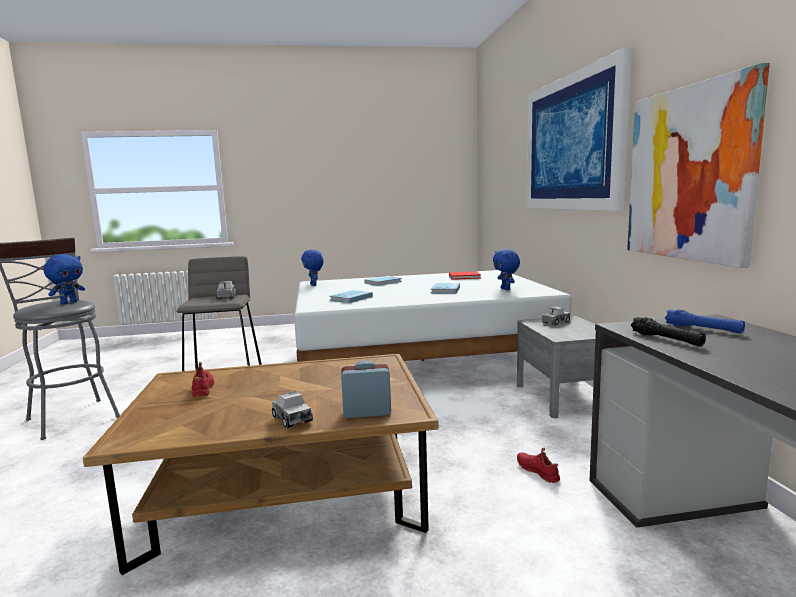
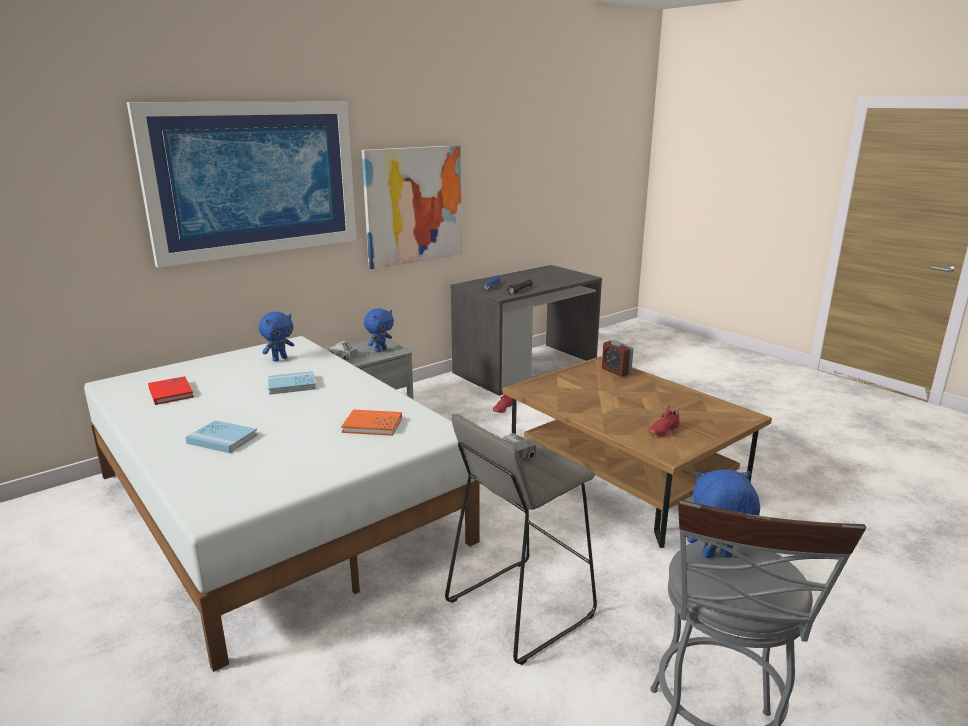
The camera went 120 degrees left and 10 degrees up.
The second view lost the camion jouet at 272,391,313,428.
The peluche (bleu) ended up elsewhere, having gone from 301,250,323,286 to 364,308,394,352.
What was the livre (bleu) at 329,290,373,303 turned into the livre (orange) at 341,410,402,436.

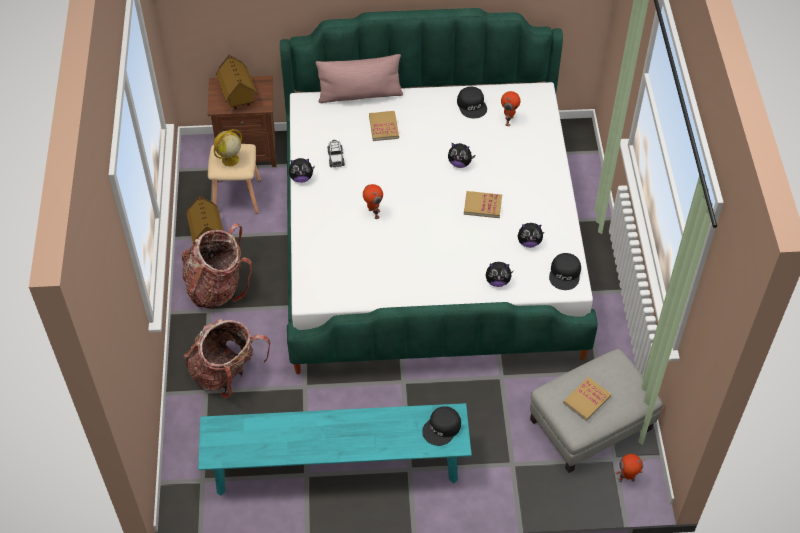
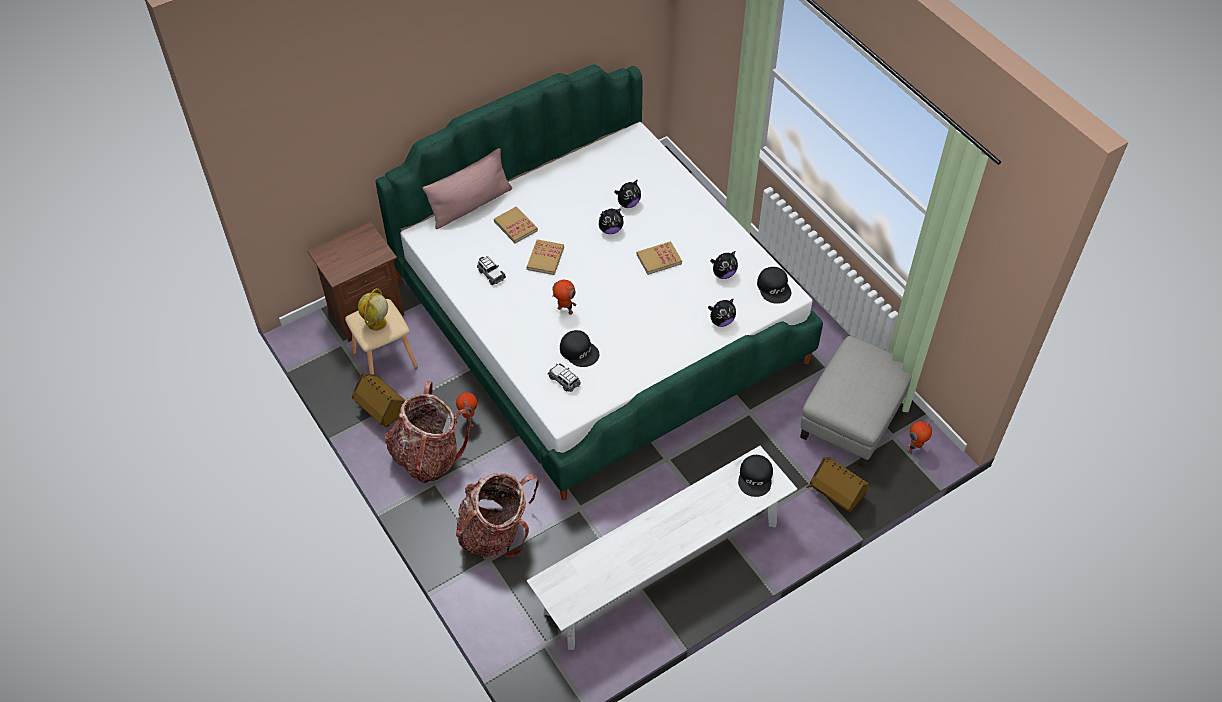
The camera went 30 degrees left and 0 degrees up.
The second view gained the petite voiture at 547,363,581,392.
The maison miniature ended up elsewhere, having gone from 216,55,258,109 to 807,457,871,512.
The peluche ended up elsewhere, having gone from 289,158,315,183 to 614,179,641,208.
The casquette (noir) ended up elsewhere, having gone from 457,87,487,118 to 560,330,599,367.
The robot jouet ended up elsewhere, having gone from 501,91,520,126 to 456,392,477,427.
The livre ended up elsewhere, having gone from 563,377,611,421 to 527,239,564,275.
What was the banc (turquoise) at 198,403,472,496 turned into the banc (blanc) at 527,446,797,650.

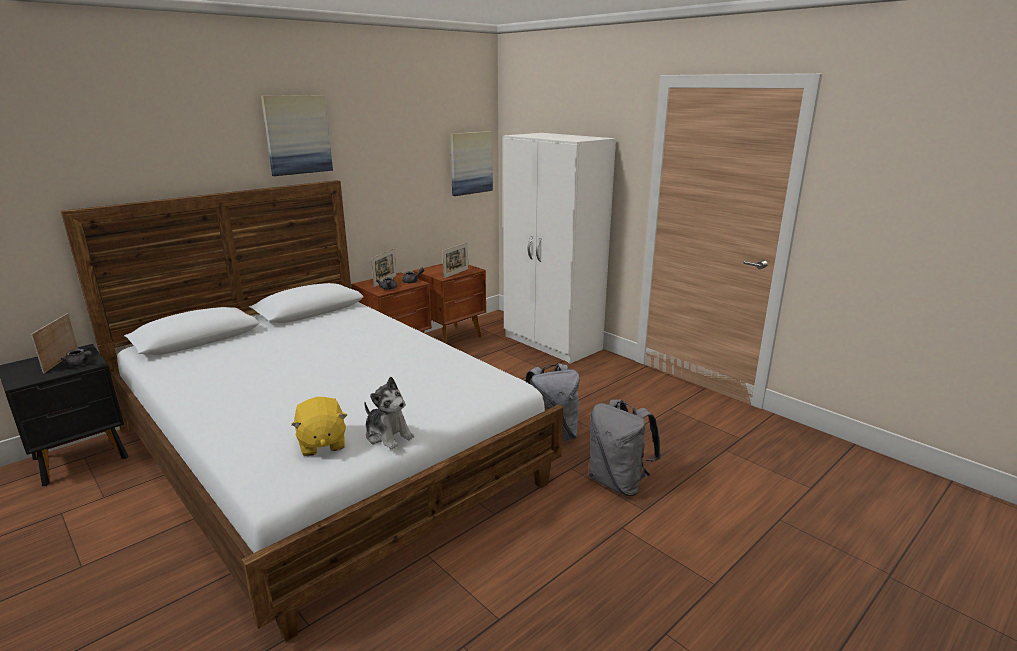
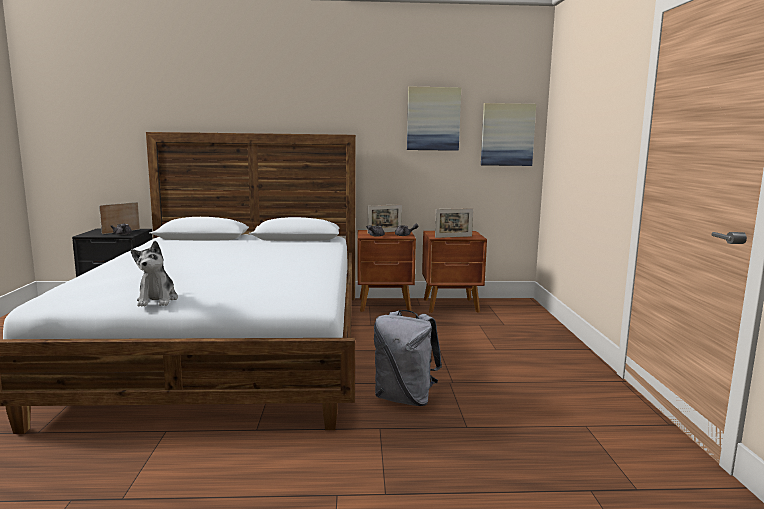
The camera went 40 degrees right and 10 degrees down.
The second view lost the peluche (jaune) at 291,397,347,456.
The second view lost the armoire (blanc) at 503,133,616,364.
The second view lost the sac à dos (gris) at 589,399,661,496.
The tableau ended up elsewhere, having gone from 261,95,333,176 to 407,87,461,151.

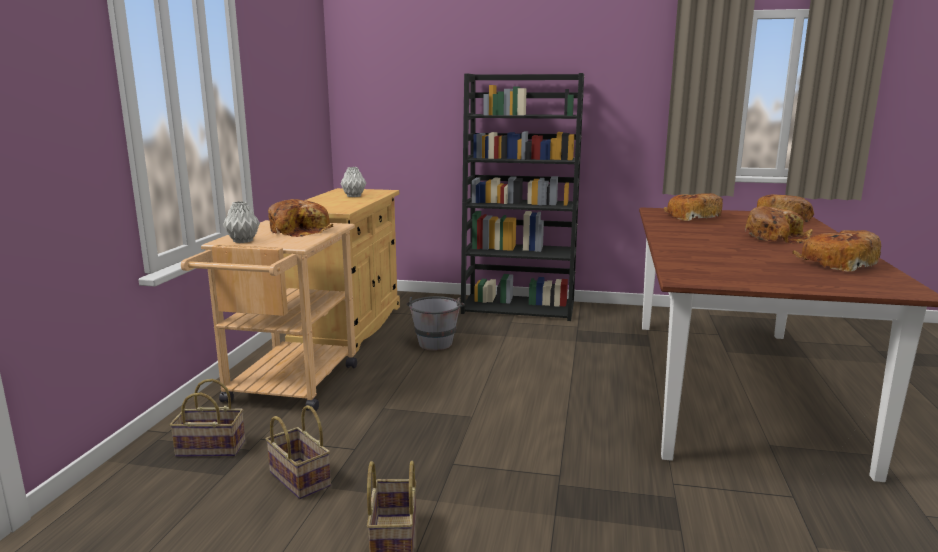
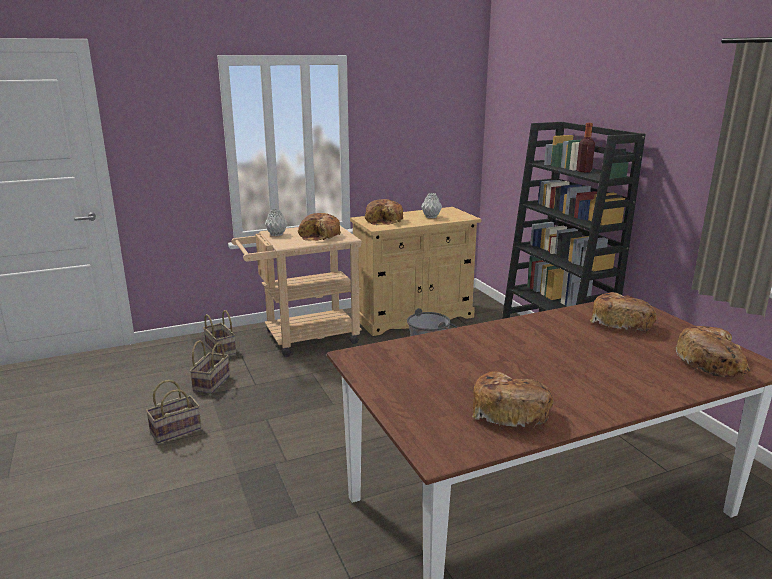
The camera went 55 degrees right and 5 degrees up.
The second view gained the bouteille at 576,123,595,173.
The pain ended up elsewhere, having gone from 745,206,813,244 to 365,199,403,225.

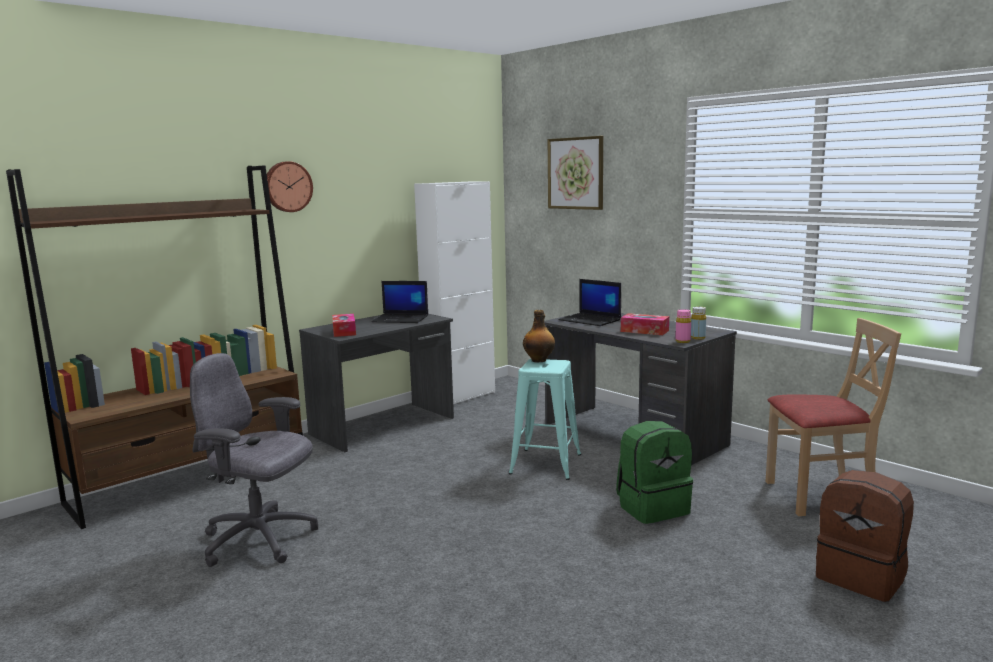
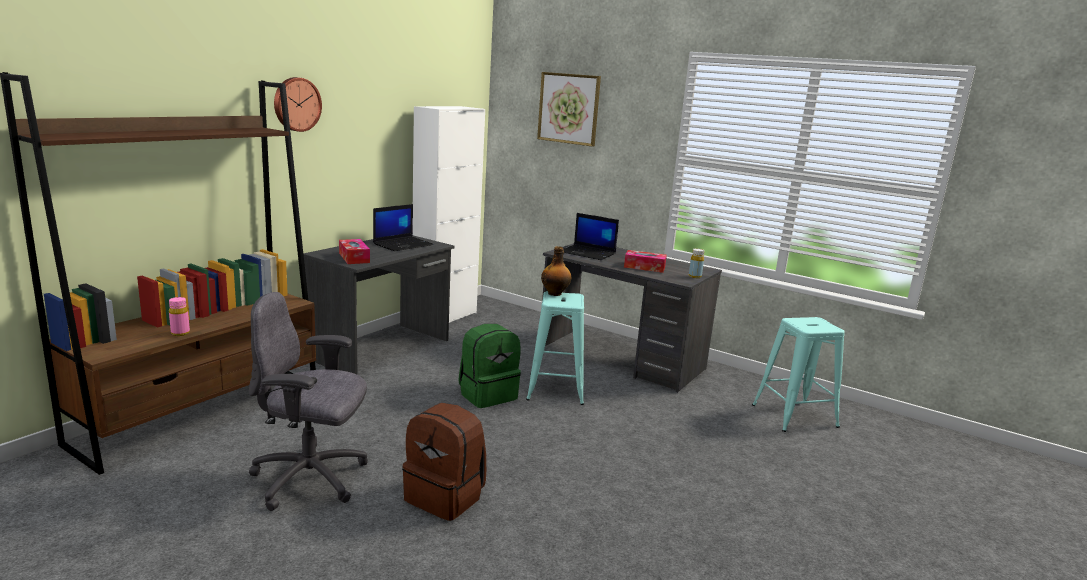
The camera went 15 degrees left and 5 degrees up.
The sac à dos (vert) ended up elsewhere, having gone from 616,421,693,524 to 459,324,521,408.
The bouteille (rose) ended up elsewhere, having gone from 675,309,691,343 to 169,297,190,336.
The sac à dos (marron) ended up elsewhere, having gone from 816,470,914,602 to 402,403,486,521.
Where the chaise (beige) stood at 766,318,901,516, the tabouret (turquoise) came to stand at 752,317,845,432.
The ordinateur portable at 372,281,428,323 ended up facing another way, 45 degrees counterclockwise from before.

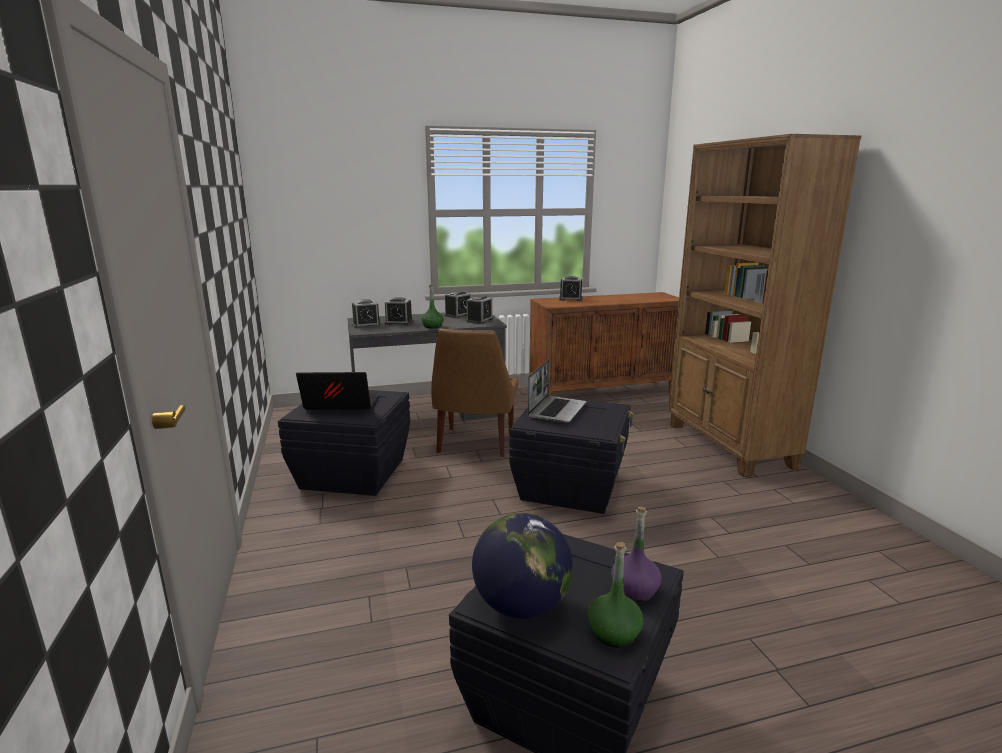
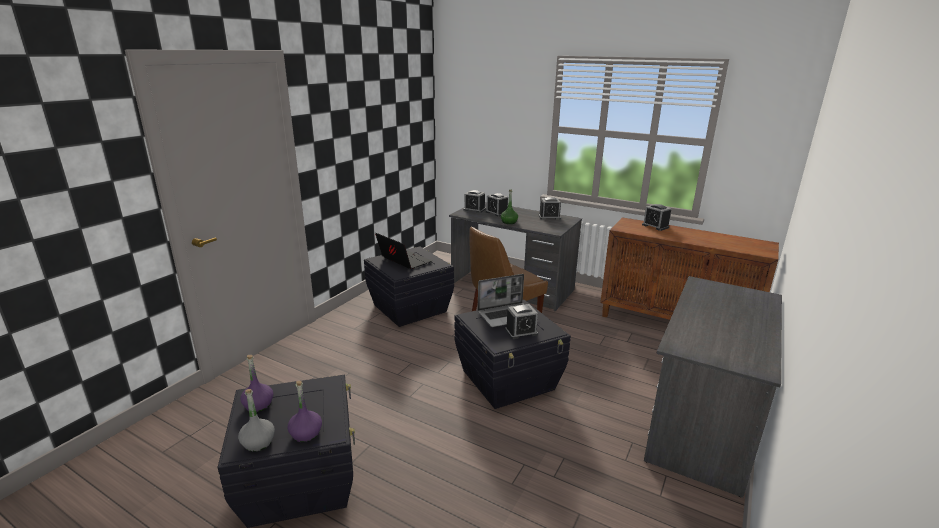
The camera went 45 degrees right and 5 degrees up.
The réveil ended up elsewhere, having gone from 467,296,493,324 to 505,304,538,339.
Where the globe stood at 472,513,573,619, the bouteille (violet) came to stand at 240,355,273,412.
Where the bibliothèque (marron) stood at 668,134,861,477, the bureau (gris) came to stand at 644,276,782,498.
What was the bouteille (vert) at 588,542,644,648 turned into the bouteille (gris) at 238,389,275,452.

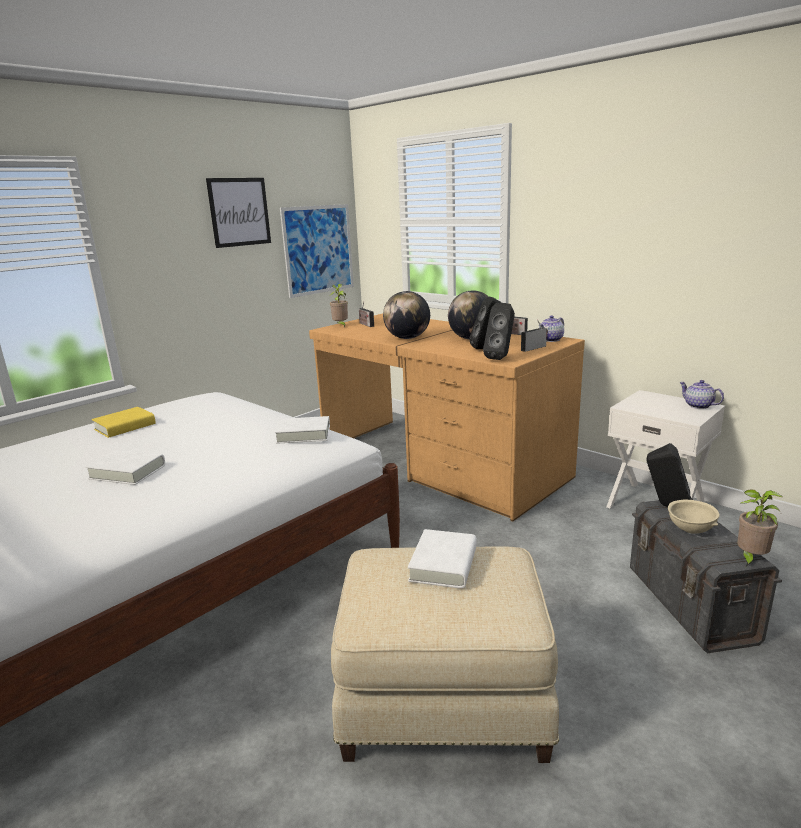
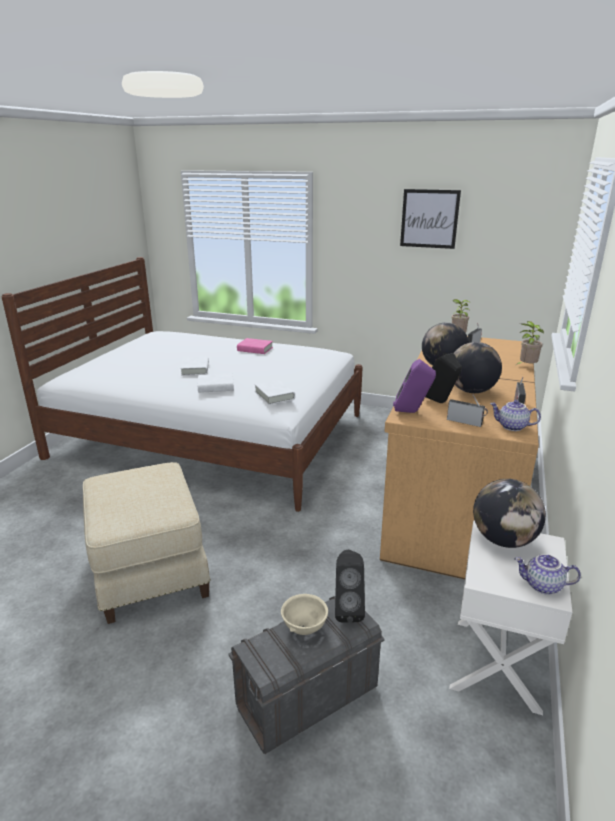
The camera went 65 degrees right and 5 degrees up.
The second view lost the tableau at 280,204,354,298.
The second view gained the globe at 473,479,546,548.
The livre (blanc) ended up elsewhere, having gone from 408,529,477,589 to 197,373,234,393.
The plante en pot ended up elsewhere, having gone from 737,489,784,566 to 516,321,544,365.
What was the livre (jaune) at 92,407,156,438 turned into the livre (rose) at 237,338,273,354.
What was the enceinte (noir) at 483,303,515,360 turned into the enceinte (violet) at 393,359,436,413.
The théière at 679,380,724,409 ended up facing another way, 105 degrees counterclockwise from before.

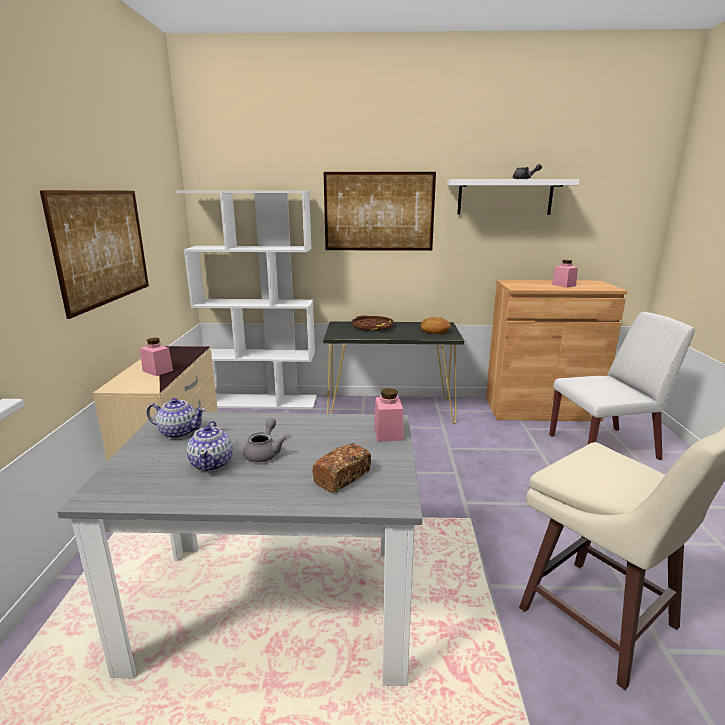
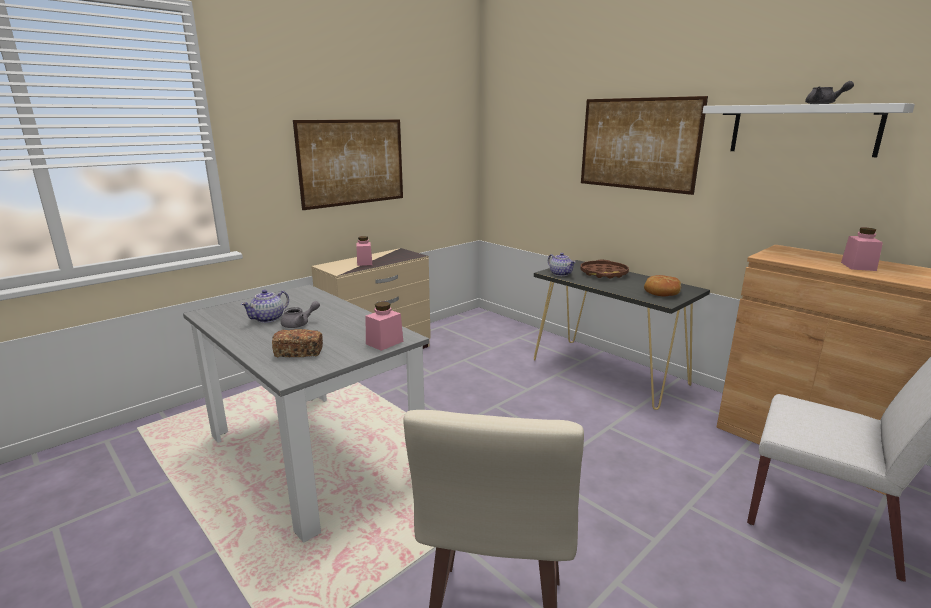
The camera went 45 degrees right and 0 degrees up.
The second view lost the bibliothèque (blanc) at 177,191,317,409.
The théière ended up elsewhere, having gone from 147,398,206,439 to 548,253,576,276.

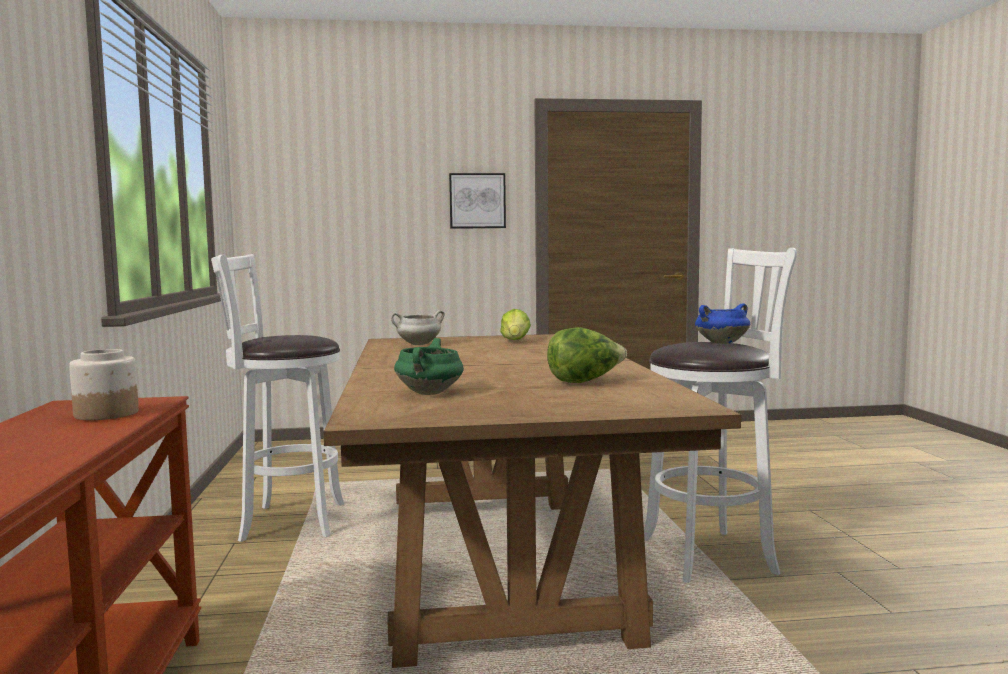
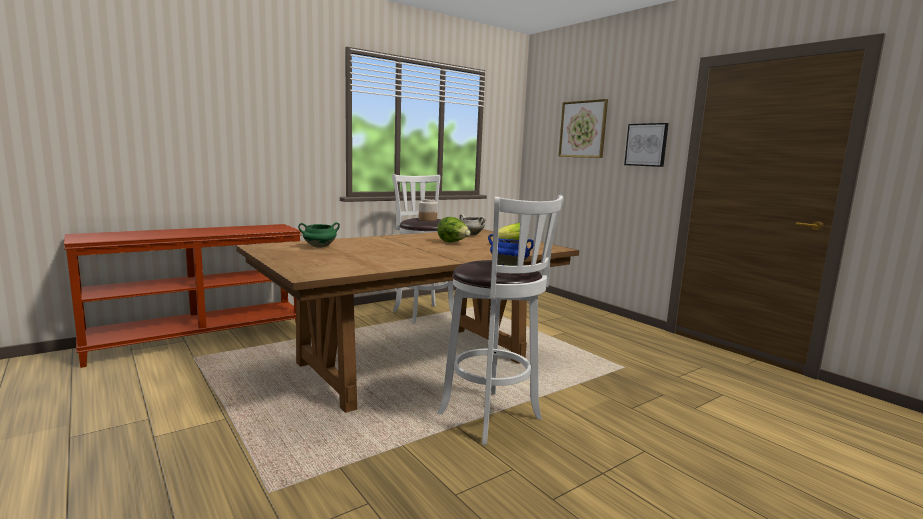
The camera went 60 degrees right and 5 degrees up.
The second view gained the tableau at 559,99,608,158.
The bocal ended up elsewhere, having gone from 69,349,139,420 to 419,199,438,221.
The laitue ended up elsewhere, having gone from 547,327,627,383 to 437,217,471,242.

